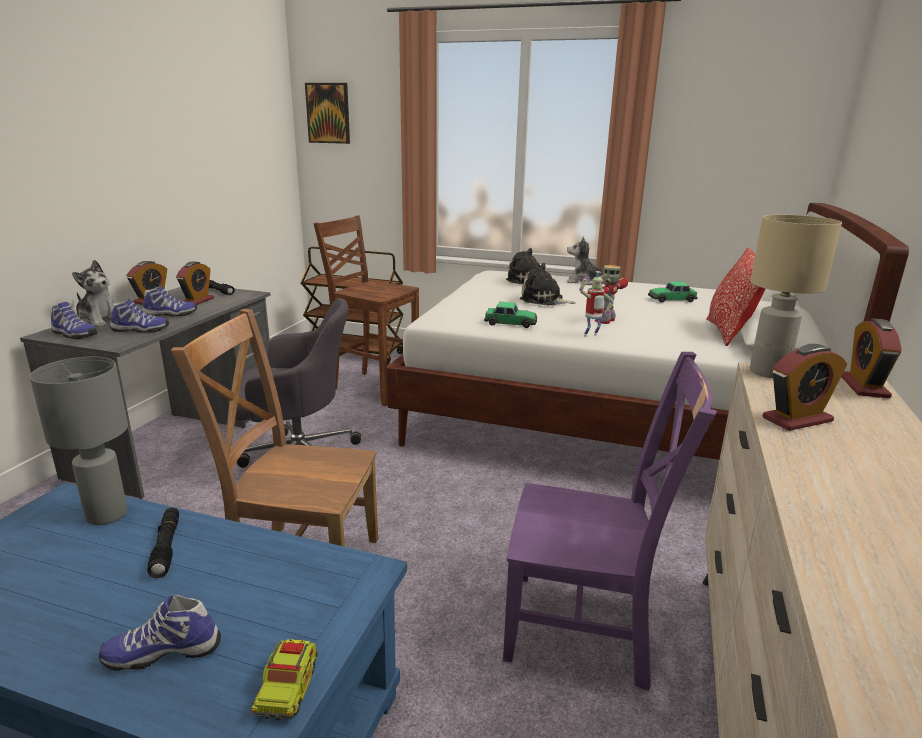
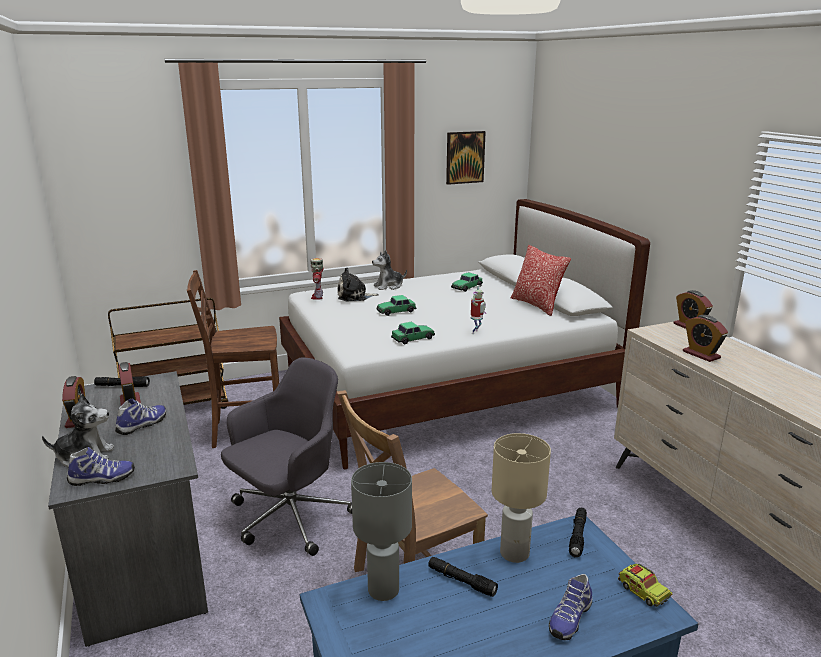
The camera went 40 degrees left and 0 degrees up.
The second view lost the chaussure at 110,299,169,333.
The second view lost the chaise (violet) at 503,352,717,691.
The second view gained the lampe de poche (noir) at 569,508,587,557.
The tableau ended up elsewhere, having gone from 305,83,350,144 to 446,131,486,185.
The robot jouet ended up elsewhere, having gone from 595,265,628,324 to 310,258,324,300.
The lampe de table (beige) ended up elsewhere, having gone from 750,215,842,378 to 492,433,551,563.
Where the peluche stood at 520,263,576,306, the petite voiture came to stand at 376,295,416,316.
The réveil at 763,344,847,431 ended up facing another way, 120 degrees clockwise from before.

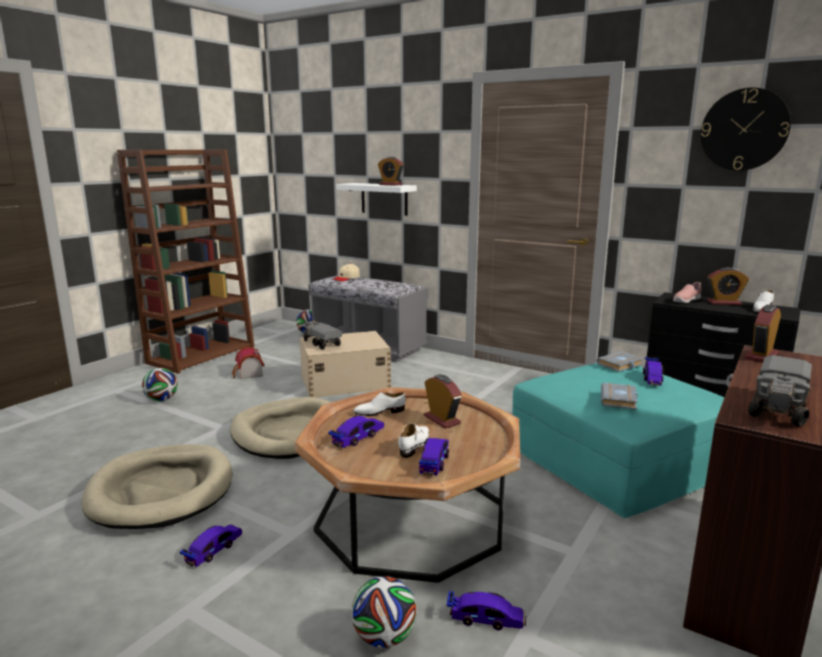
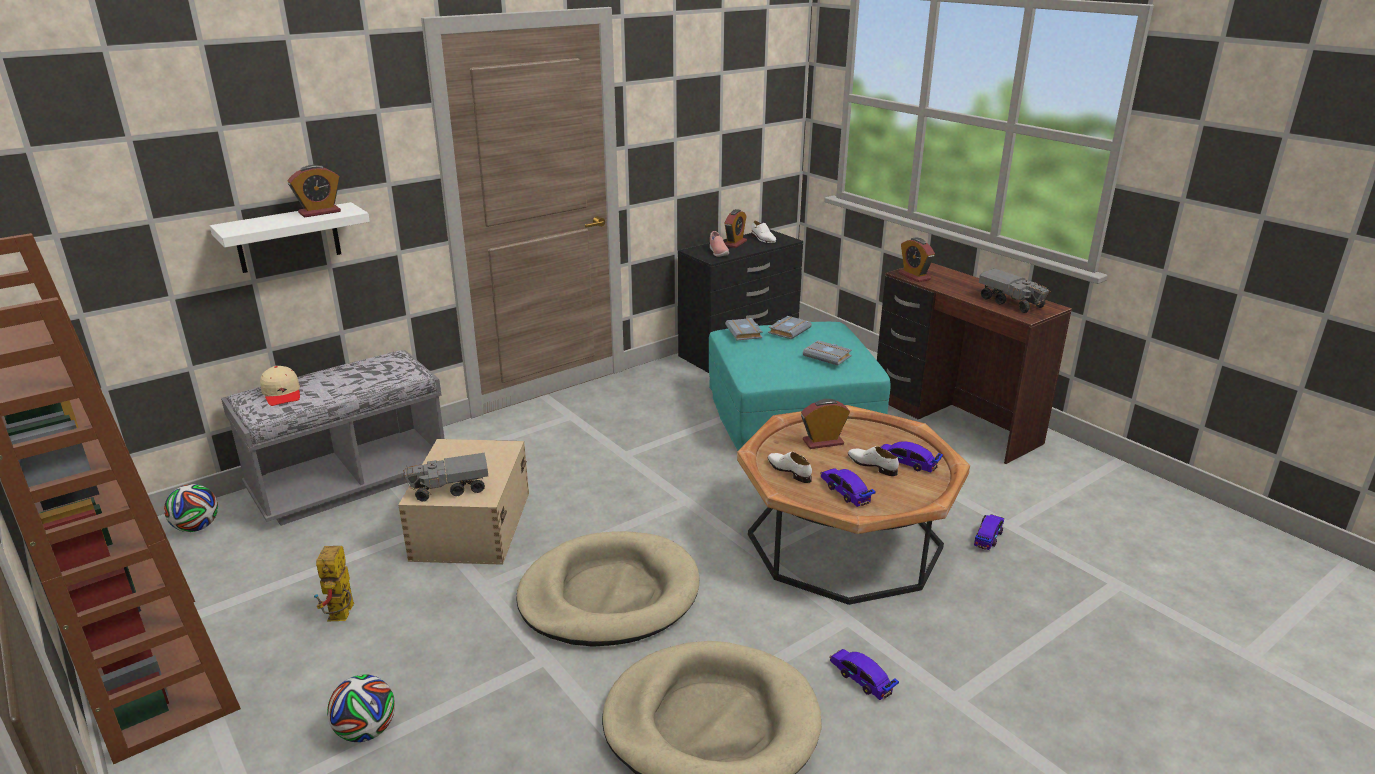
The camera went 70 degrees left and 10 degrees up.
The second view lost the ballon de foot at 352,576,417,648.
The second view lost the horloge murale at 701,88,791,171.
Where the maison miniature stood at 232,347,264,379, the robot jouet came to stand at 313,546,354,622.
Where the petite voiture stood at 643,357,663,386, the livre (gris) came to stand at 768,316,812,339.
The chaussure (blanc) at 353,392,406,416 ended up facing another way, 135 degrees clockwise from before.

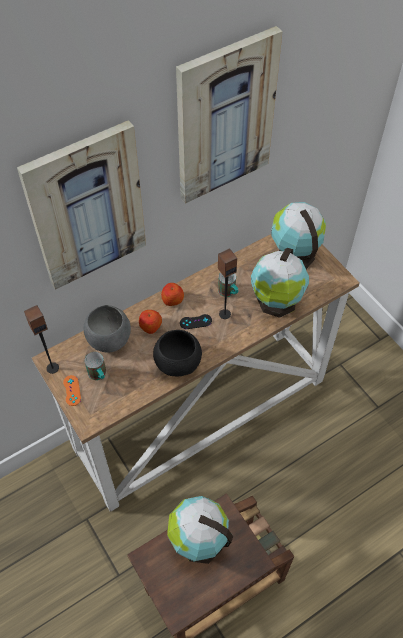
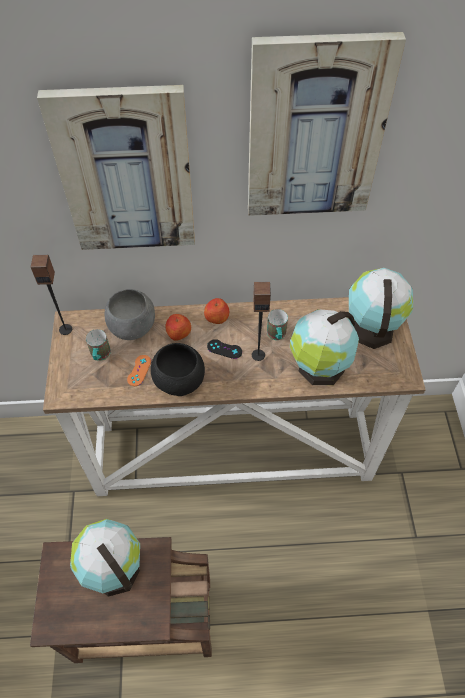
The camera went 30 degrees right and 0 degrees up.
The manette (orange) ended up elsewhere, having gone from 63,375,81,406 to 127,355,151,386.

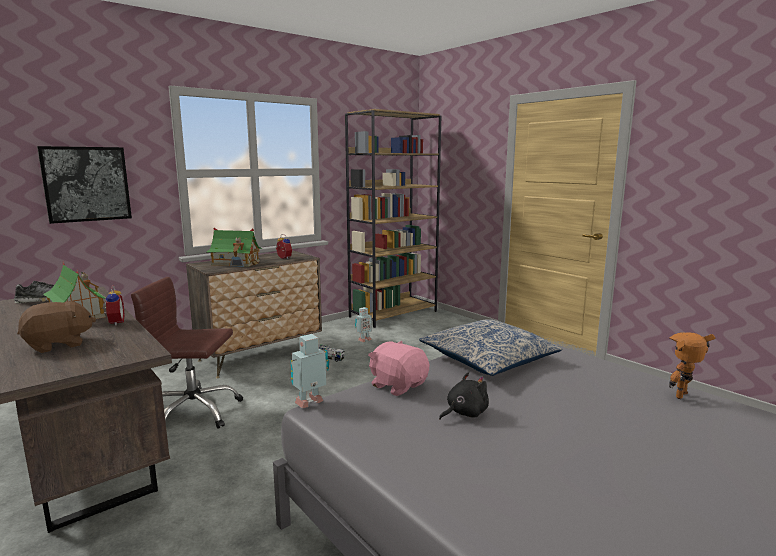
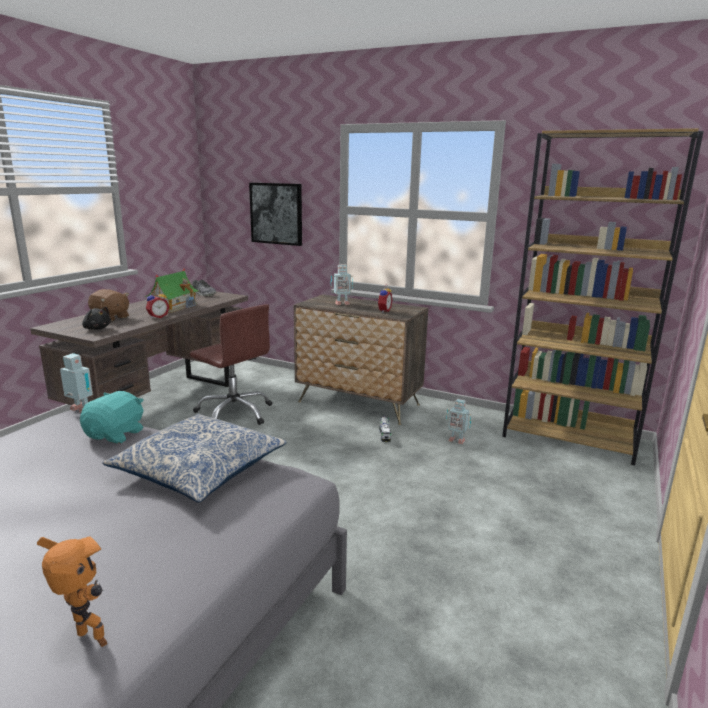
The camera went 65 degrees right and 5 degrees up.
The peluche (noir) ended up elsewhere, having gone from 439,372,489,420 to 82,307,111,330.
Where the maison miniature stood at 207,227,263,267, the robot jouet came to stand at 330,265,353,305.
What was the peluche (rose) at 368,341,429,396 turned into the peluche (turquoise) at 80,391,144,444.
The chaise de bureau (marron) at 131,277,243,429 ended up facing another way, 150 degrees clockwise from before.

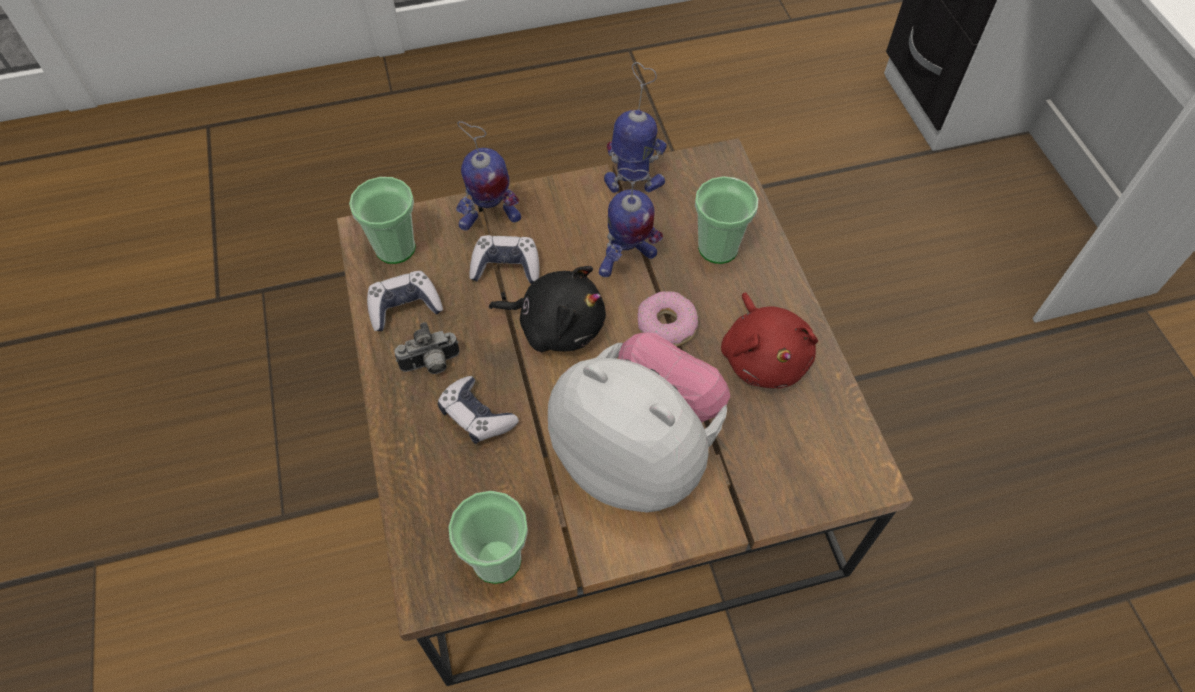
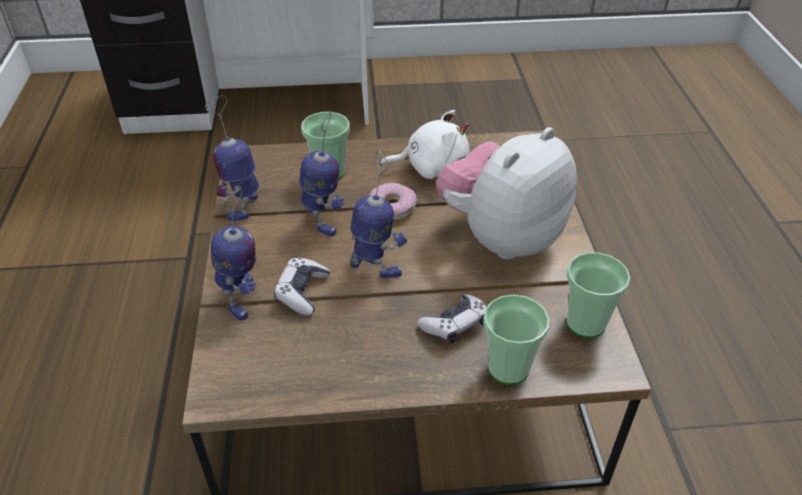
The camera went 80 degrees left and 15 degrees down.
The second view lost the manette at 367,271,443,331.
The second view lost the appareil photo at 394,322,460,374.
The tasse ended up elsewhere, having gone from 349,177,416,264 to 483,294,549,385.
Where the peluche (noir) stood at 489,266,606,352, the robot jouet came to stand at 351,150,407,279.
What was the peluche (rouge) at 721,293,818,388 turned into the peluche (blanc) at 381,110,469,179.

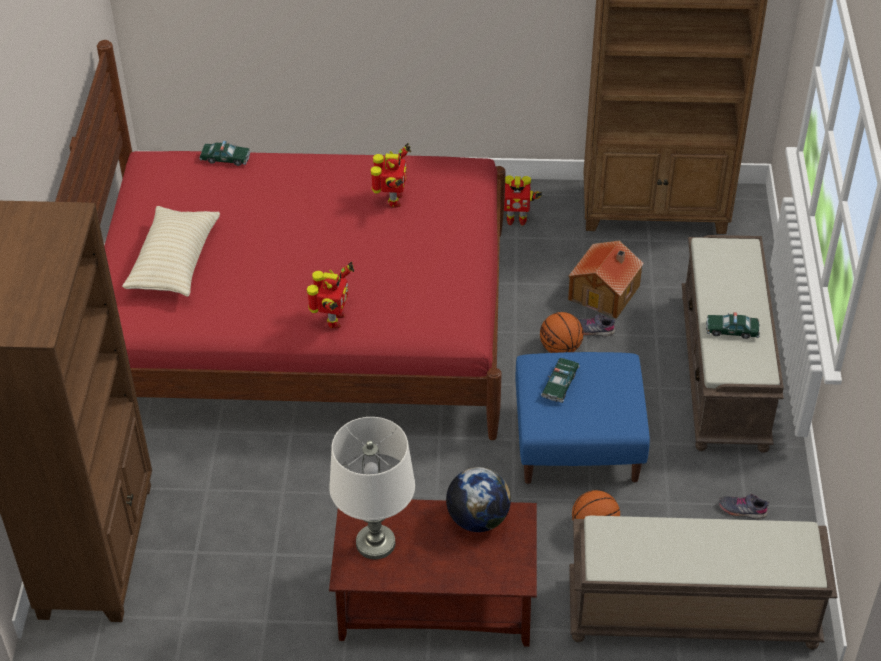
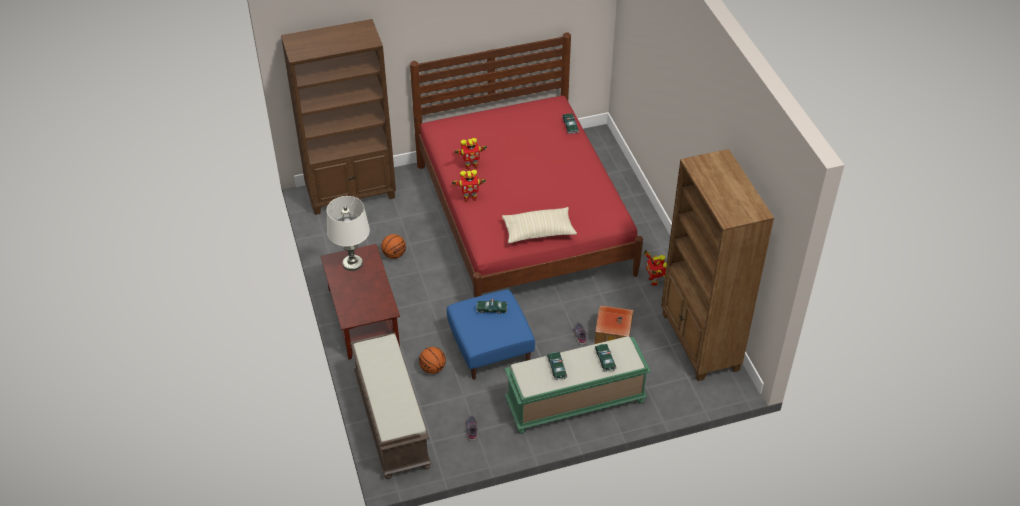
The camera went 70 degrees right and 0 degrees up.
The second view lost the globe at 446,467,511,532.
The second view gained the petite voiture at 595,344,617,372.
The coussin (beige) ended up elsewhere, having gone from 122,206,220,297 to 502,207,577,243.
The robot jouet ended up elsewhere, having gone from 371,143,411,208 to 454,138,487,170.
The ballon de basket ended up elsewhere, having gone from 540,312,583,353 to 381,234,406,259.
What was the banc (marron) at 682,235,784,453 turned into the banc (vert) at 504,336,651,434.

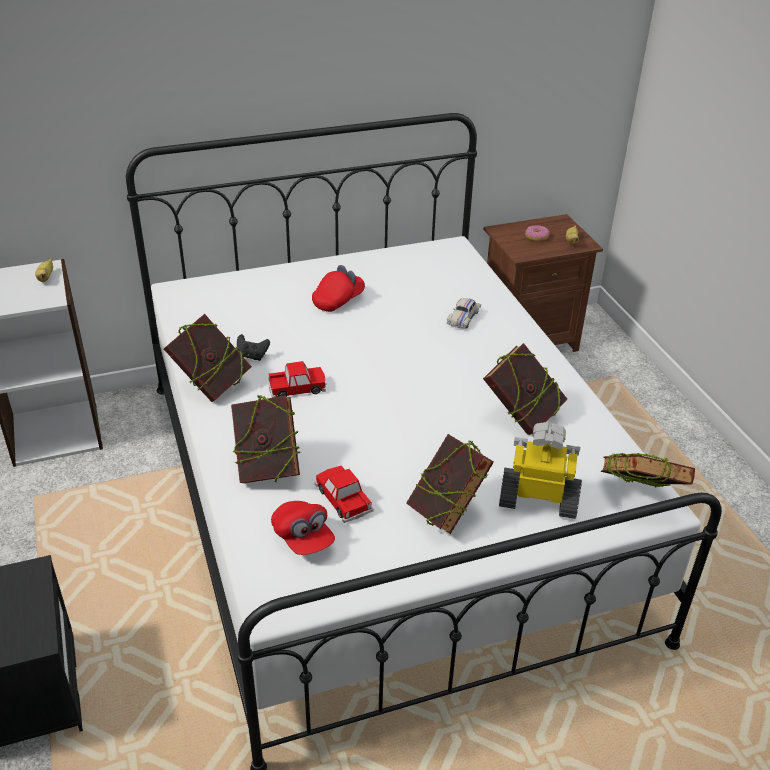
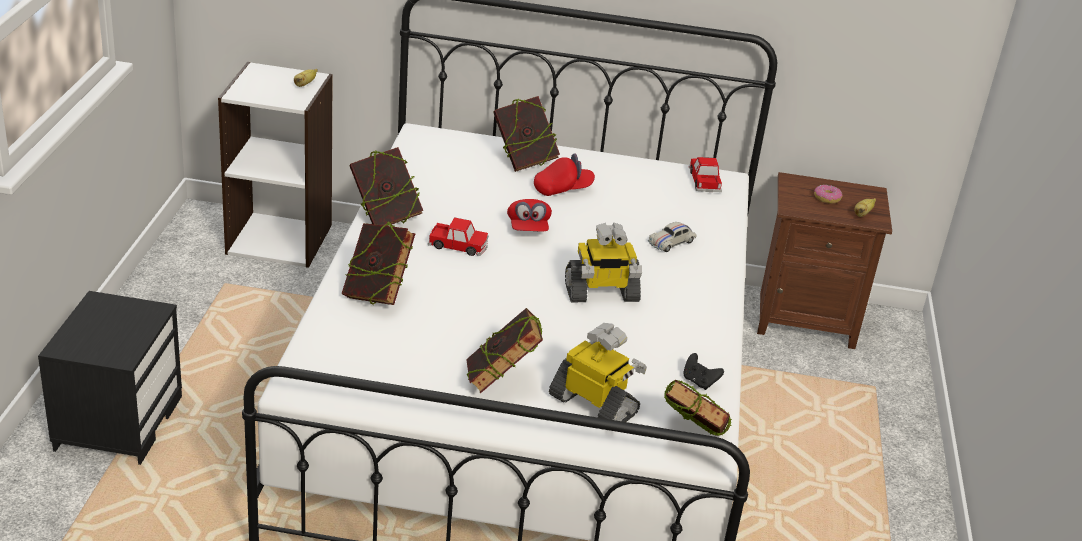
The camera went 25 degrees right and 5 degrees down.
The second view gained the robot jouet at 565,222,642,302.
The manette (noir) ended up elsewhere, having gone from 237,334,270,361 to 683,353,724,390.
The casquette (rouge) ended up elsewhere, having gone from 271,501,335,555 to 507,199,552,231.
The petite voiture ended up elsewhere, having gone from 315,466,373,523 to 689,157,722,192.
The livre ended up elsewhere, having gone from 483,343,567,435 to 493,96,560,172.

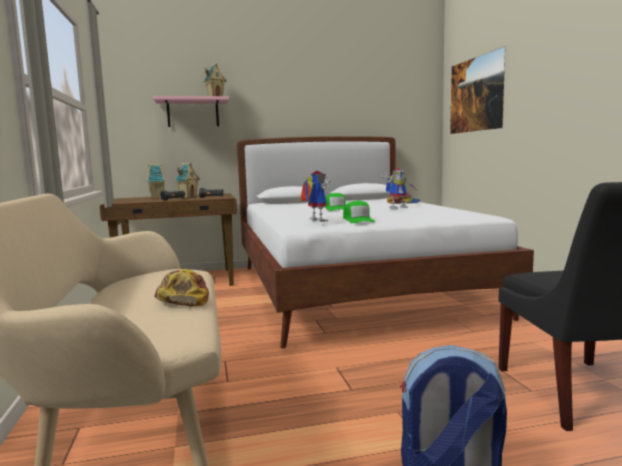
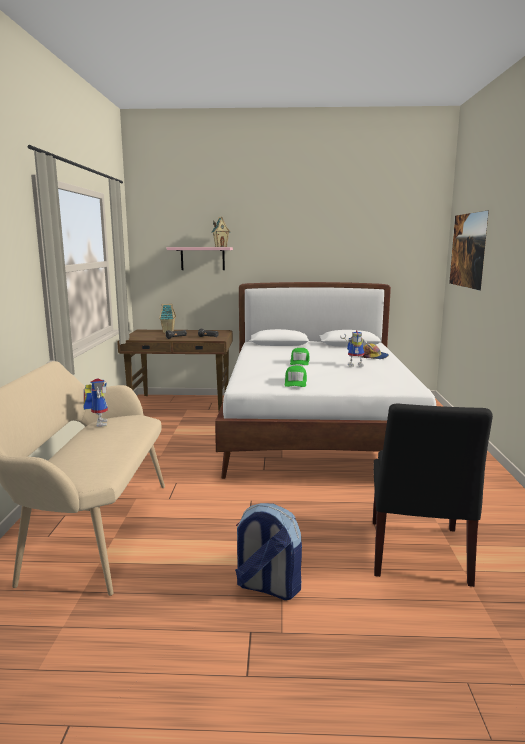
The camera went 15 degrees right and 5 degrees up.
The second view lost the casquette at 154,269,209,306.
The second view lost the maison miniature at 175,163,200,197.
The robot jouet ended up elsewhere, having gone from 300,171,331,222 to 83,378,108,427.

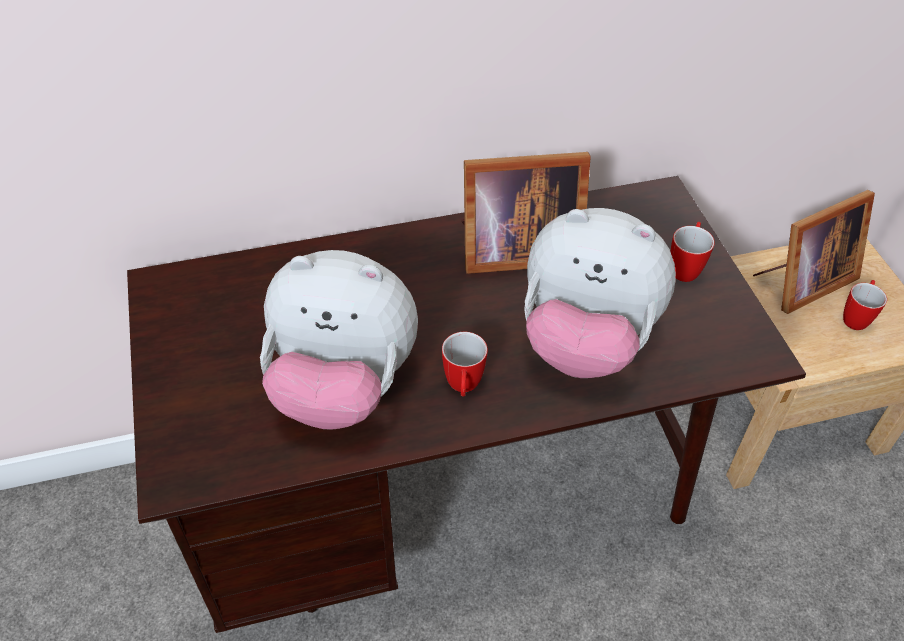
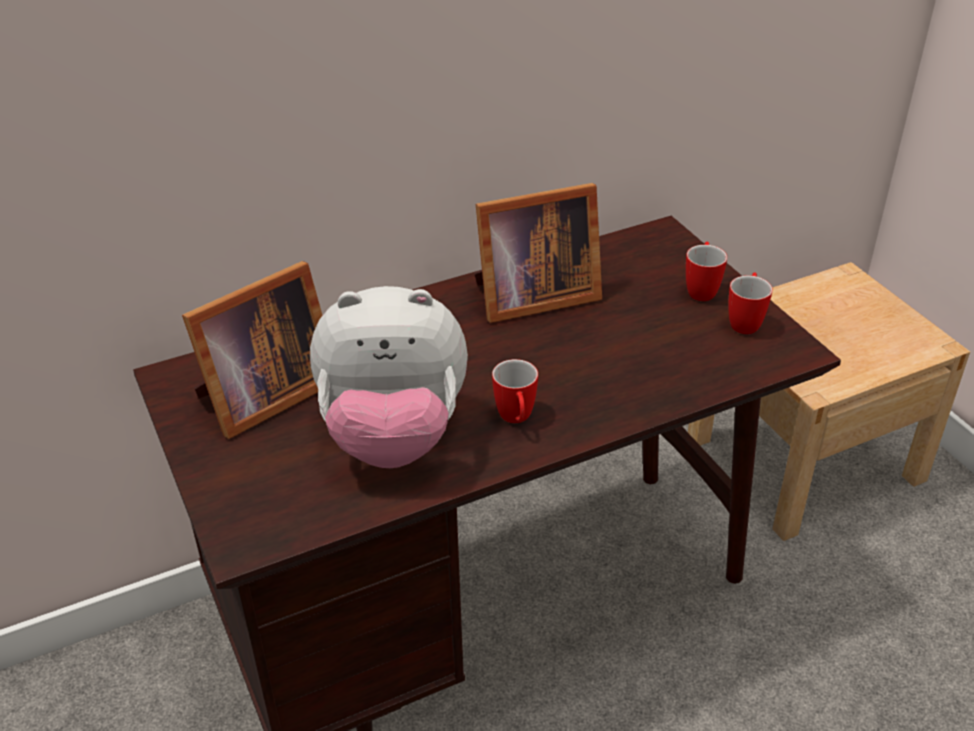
The camera went 10 degrees left and 10 degrees down.
The second view lost the peluche at 524,208,676,378.
The cadre photo ended up elsewhere, having gone from 753,190,875,314 to 182,261,323,439.
The mug ended up elsewhere, having gone from 843,280,887,330 to 729,273,773,334.

